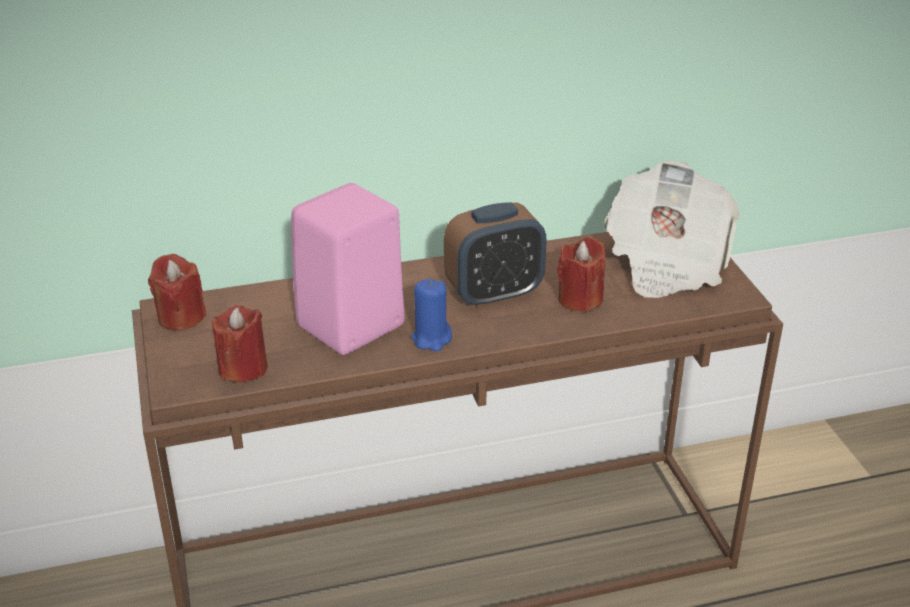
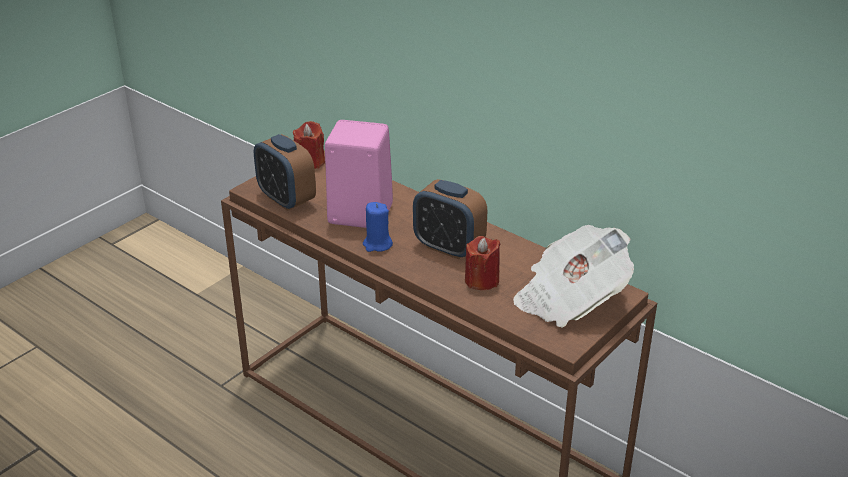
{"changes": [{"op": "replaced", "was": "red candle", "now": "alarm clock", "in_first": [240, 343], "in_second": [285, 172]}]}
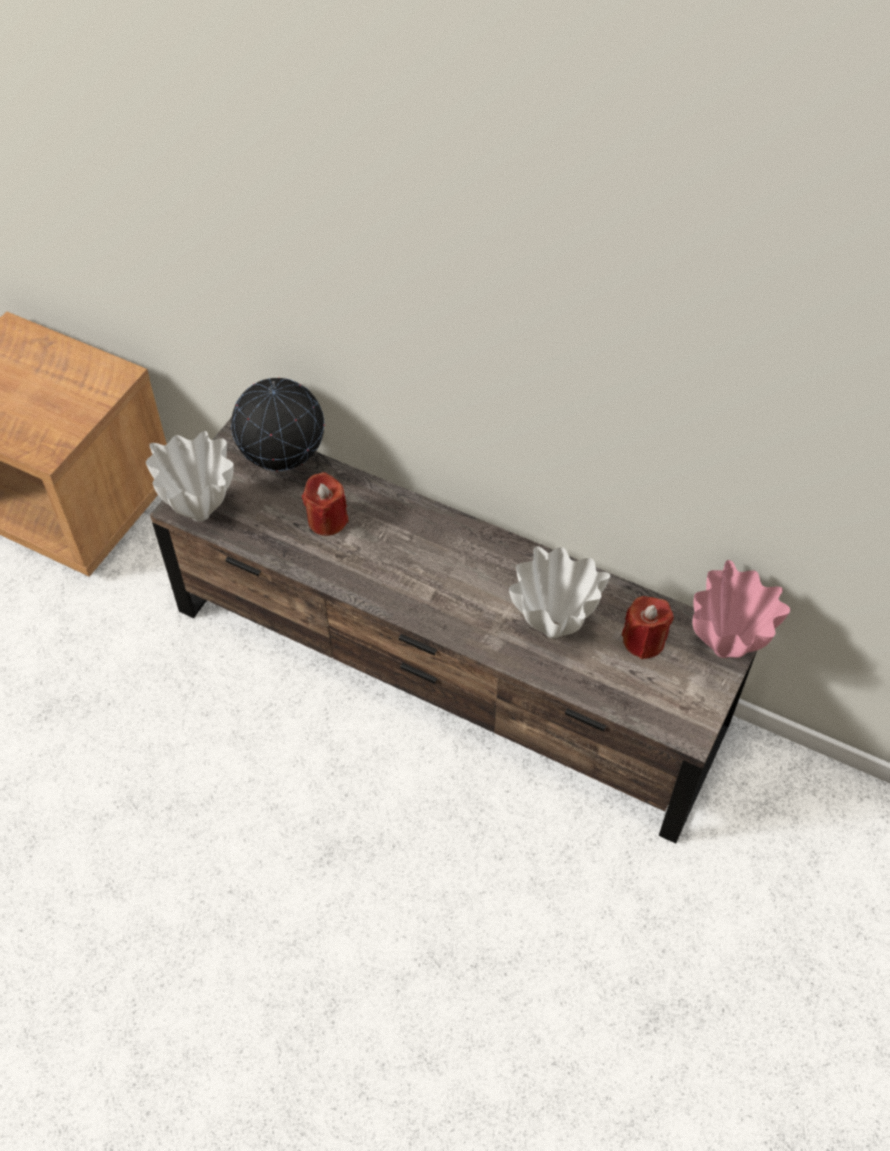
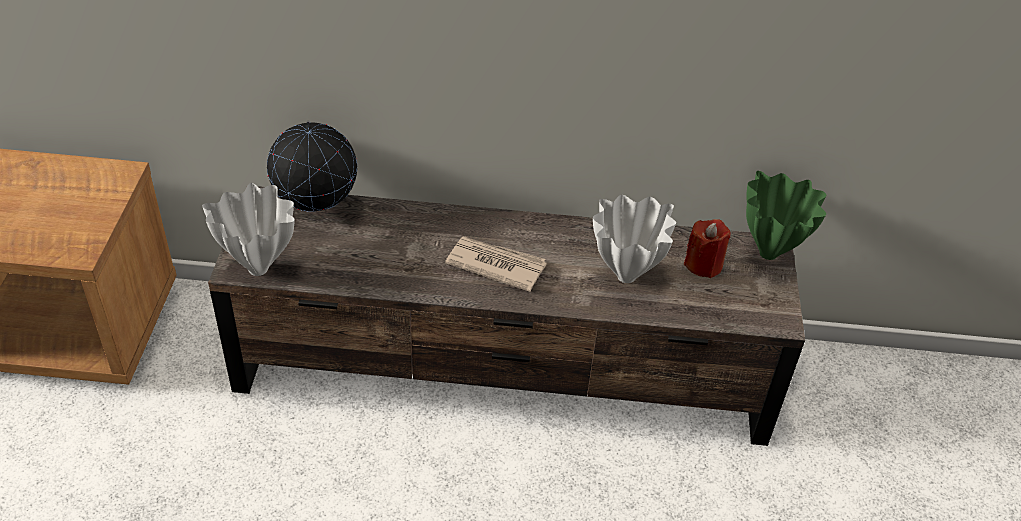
{"changes": [{"op": "removed", "was": "red candle", "in_first": [325, 504]}, {"op": "recoloured", "was": "pink vase", "now": "green vase", "in_first": [741, 609], "in_second": [786, 215]}, {"op": "added", "now": "newspaper", "in_second": [496, 264]}]}
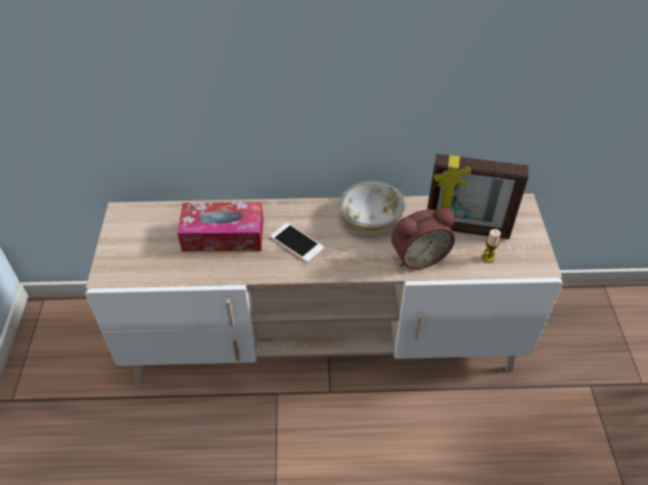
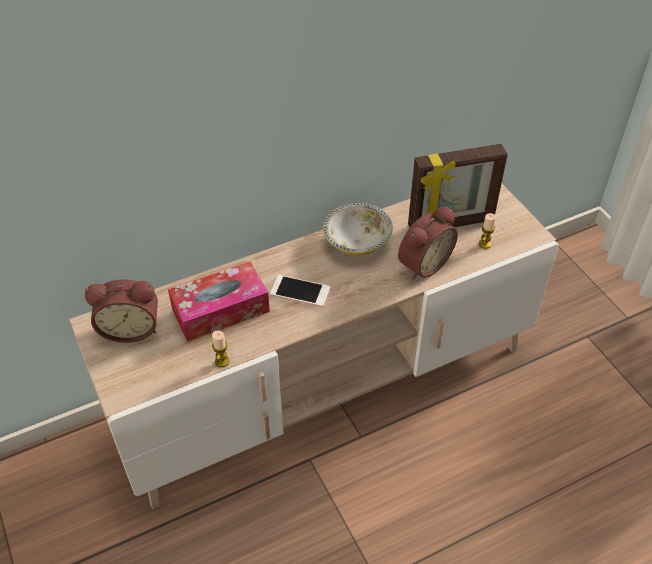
{"changes": [{"op": "added", "now": "alarm clock", "in_second": [121, 311]}, {"op": "added", "now": "candle", "in_second": [221, 348]}]}
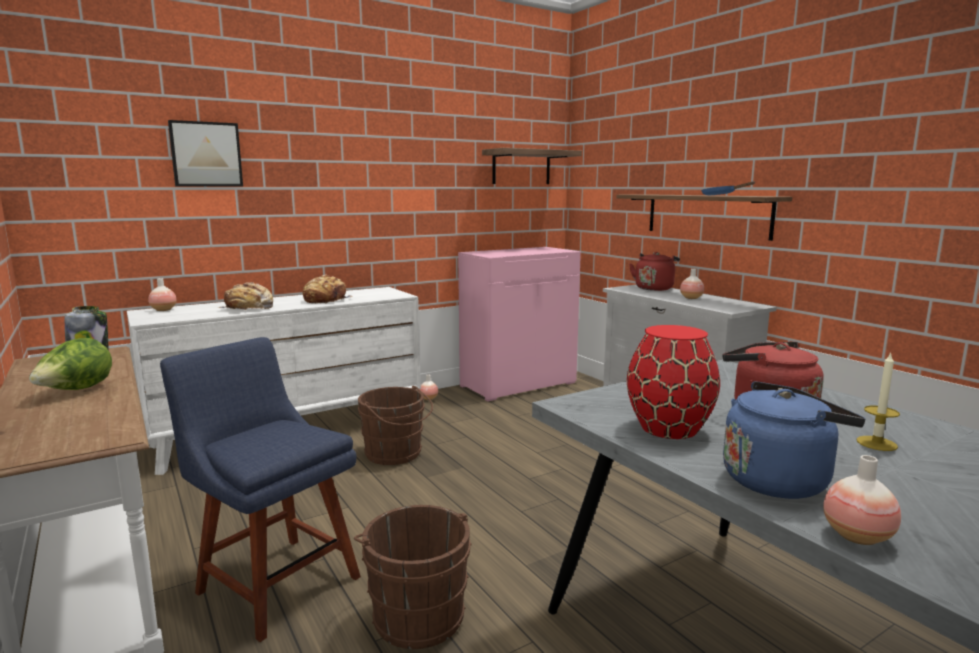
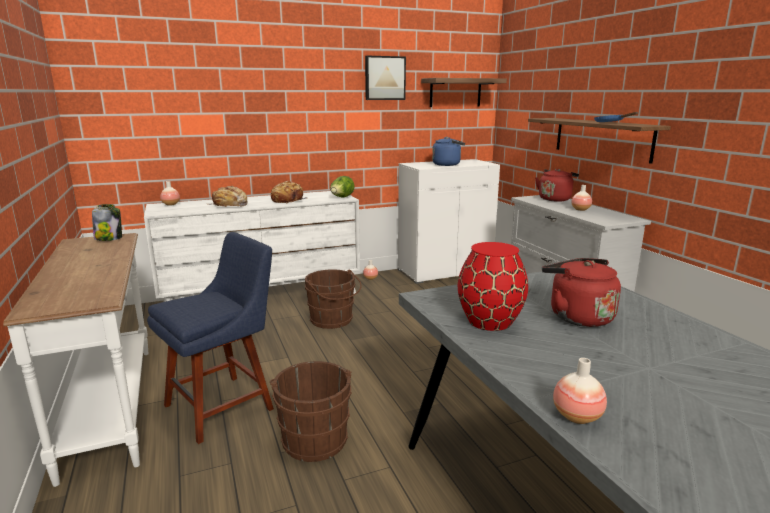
{"changes": [{"op": "moved", "was": "lettuce", "in_first": [70, 364], "in_second": [342, 187]}, {"op": "turned", "was": "blue chair", "in_first": [260, 489], "in_second": [210, 338], "clockwise": 90}, {"op": "moved", "was": "picture", "in_first": [205, 153], "in_second": [385, 78]}, {"op": "recoloured", "was": "pink cabinet", "now": "white cabinet", "in_first": [519, 324], "in_second": [449, 221]}, {"op": "moved", "was": "blue kettle", "in_first": [794, 440], "in_second": [448, 151]}, {"op": "removed", "was": "candle", "in_first": [878, 401]}]}
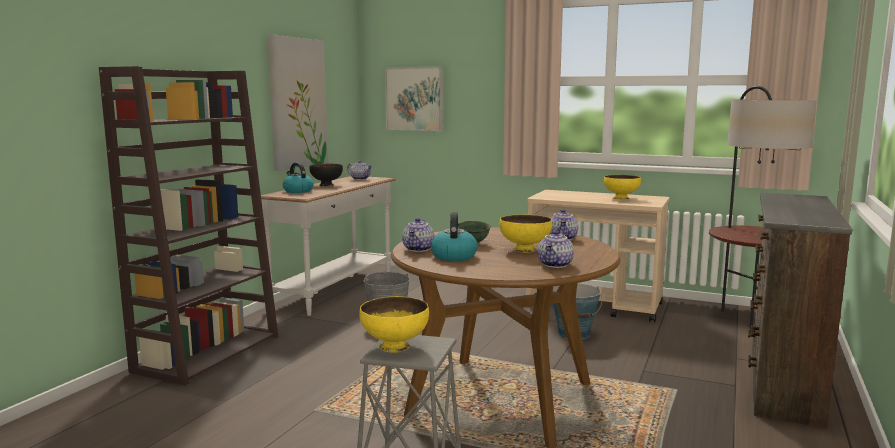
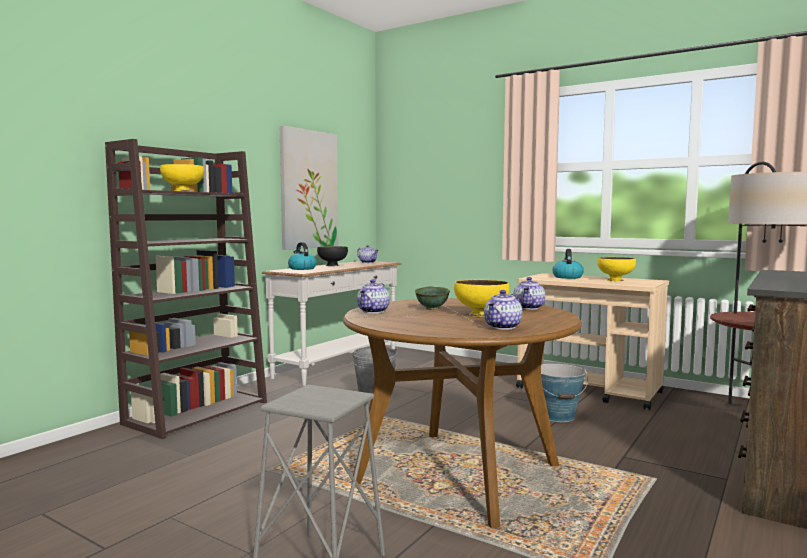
{"changes": [{"op": "moved", "was": "yellow bowl", "in_first": [394, 324], "in_second": [182, 178]}, {"op": "removed", "was": "picture", "in_first": [414, 99]}, {"op": "moved", "was": "kettle", "in_first": [454, 236], "in_second": [568, 264]}]}
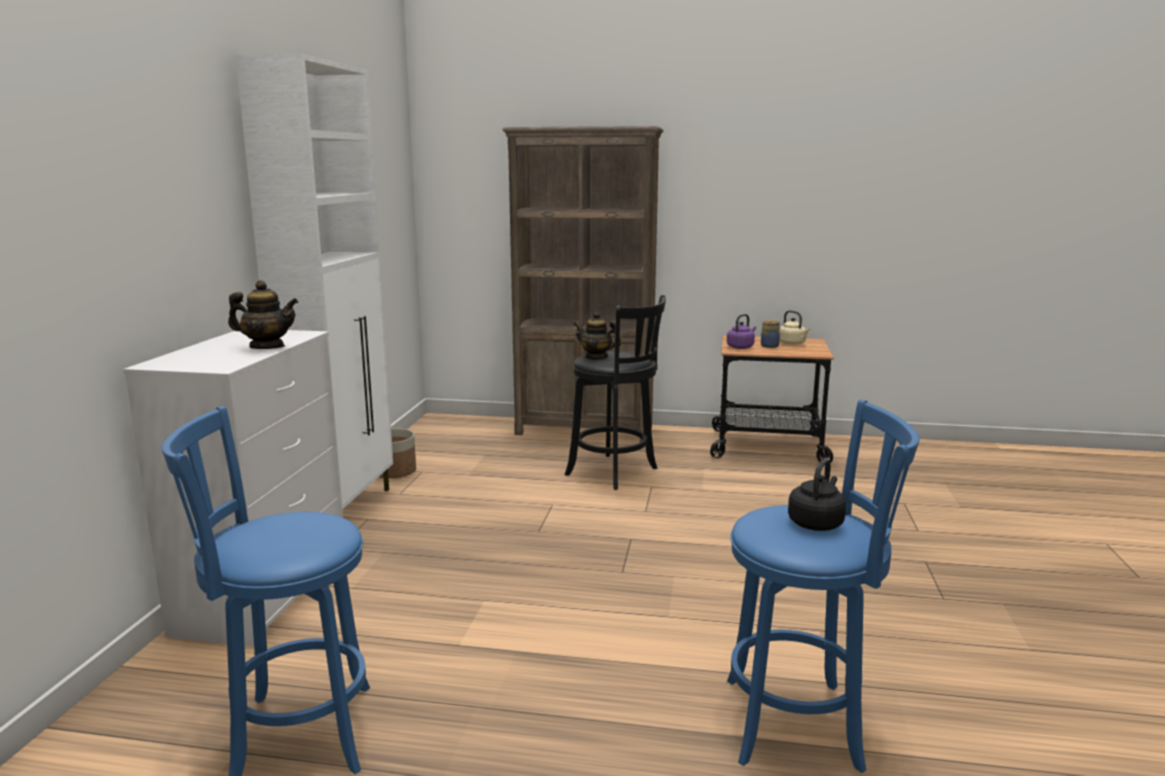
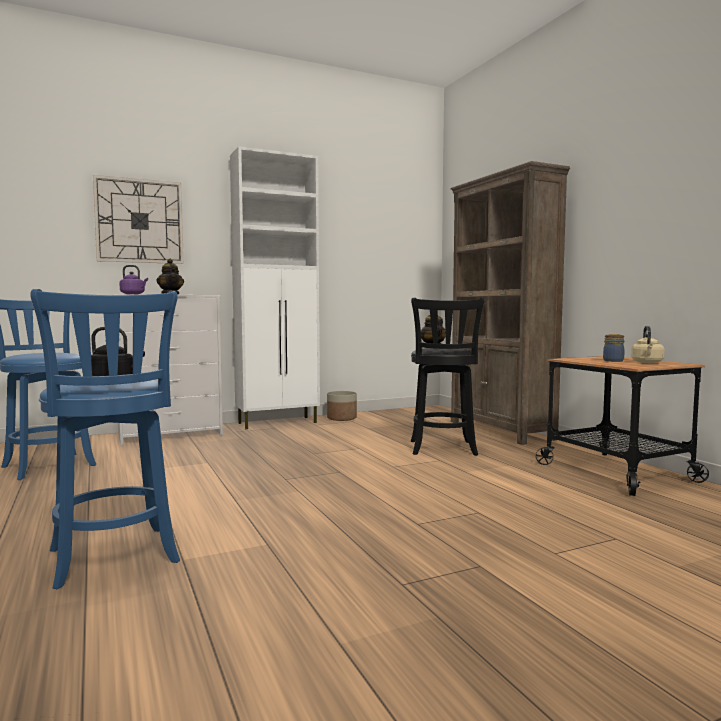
{"changes": [{"op": "moved", "was": "purple kettle", "in_first": [741, 331], "in_second": [134, 279]}, {"op": "added", "now": "wall clock", "in_second": [138, 219]}]}
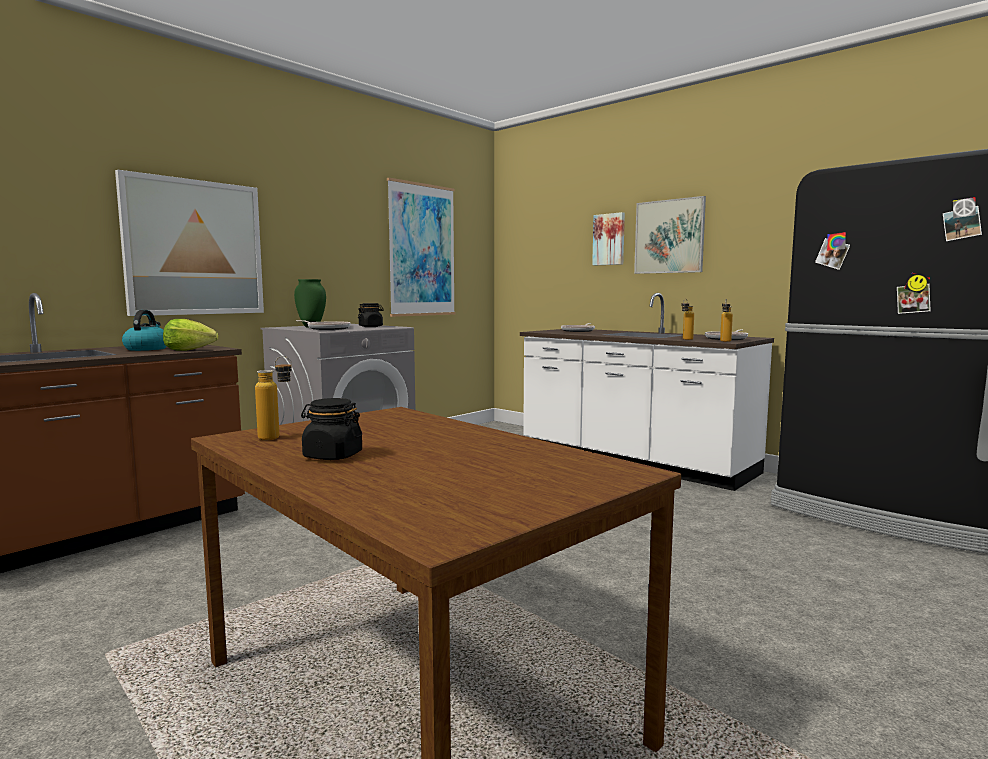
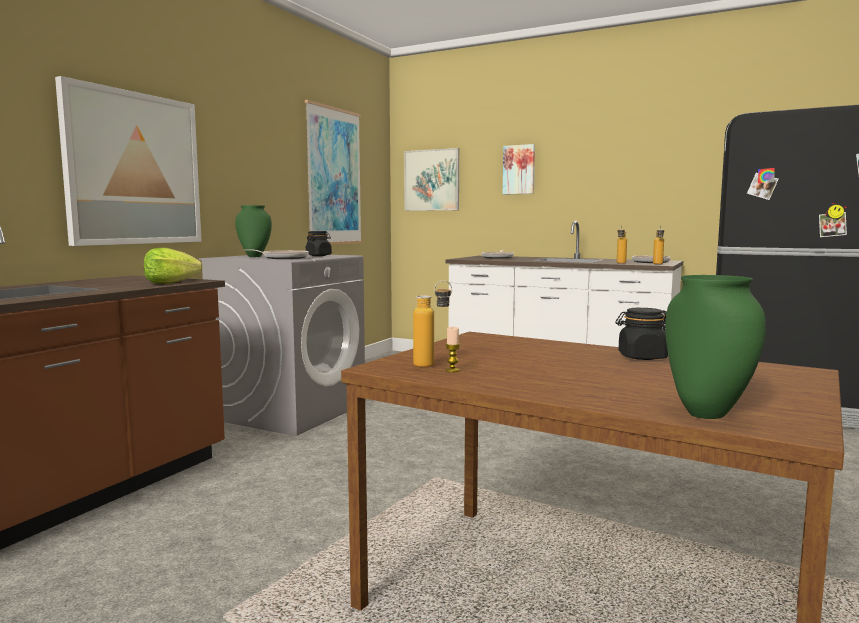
{"changes": [{"op": "removed", "was": "kettle", "in_first": [144, 330]}, {"op": "moved", "was": "black jar", "in_first": [331, 429], "in_second": [641, 334]}, {"op": "moved", "was": "picture", "in_first": [670, 235], "in_second": [431, 179]}, {"op": "added", "now": "candle", "in_second": [452, 349]}, {"op": "added", "now": "green vase", "in_second": [715, 347]}]}
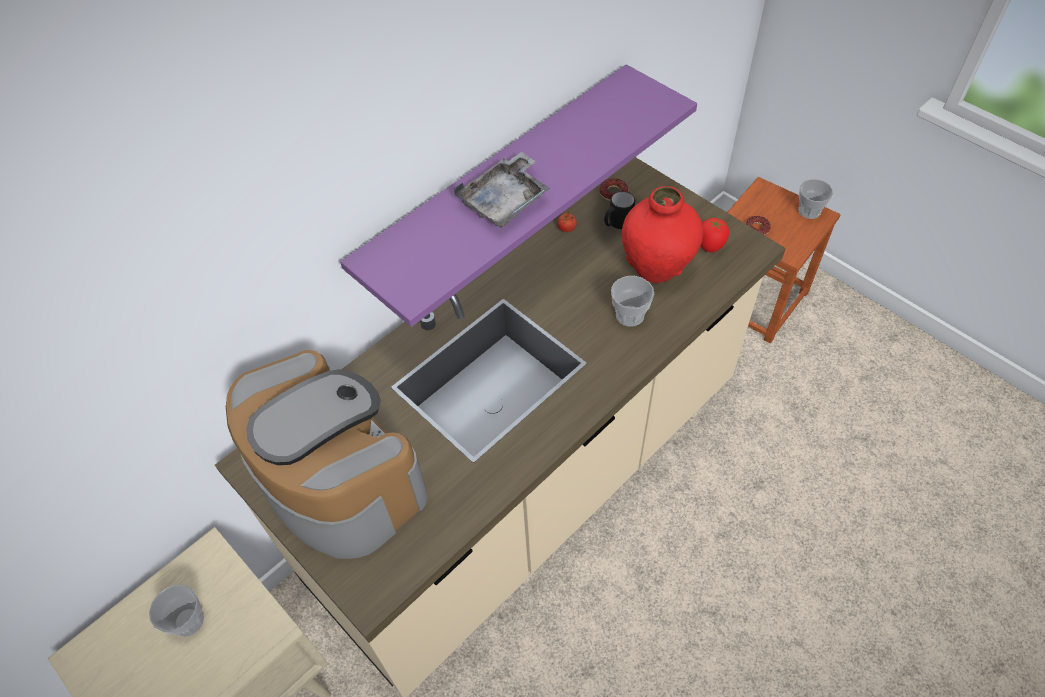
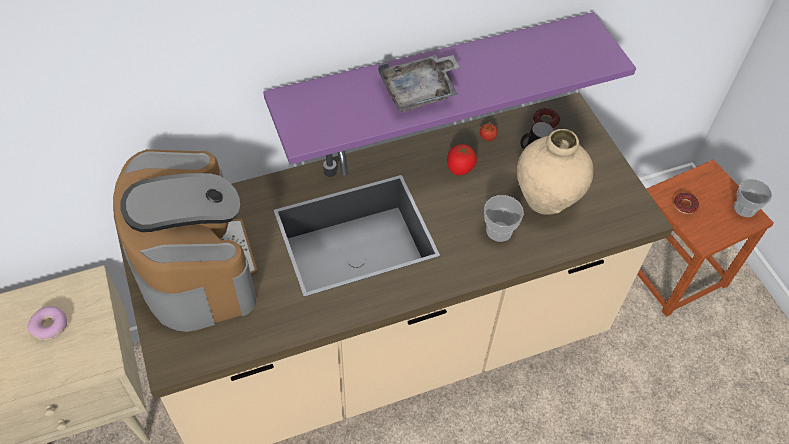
{"changes": [{"op": "replaced", "was": "cup", "now": "donut", "in_first": [176, 611], "in_second": [47, 323]}, {"op": "recoloured", "was": "red vase", "now": "beige vase", "in_first": [662, 234], "in_second": [555, 172]}, {"op": "moved", "was": "tomato", "in_first": [715, 235], "in_second": [462, 159]}]}
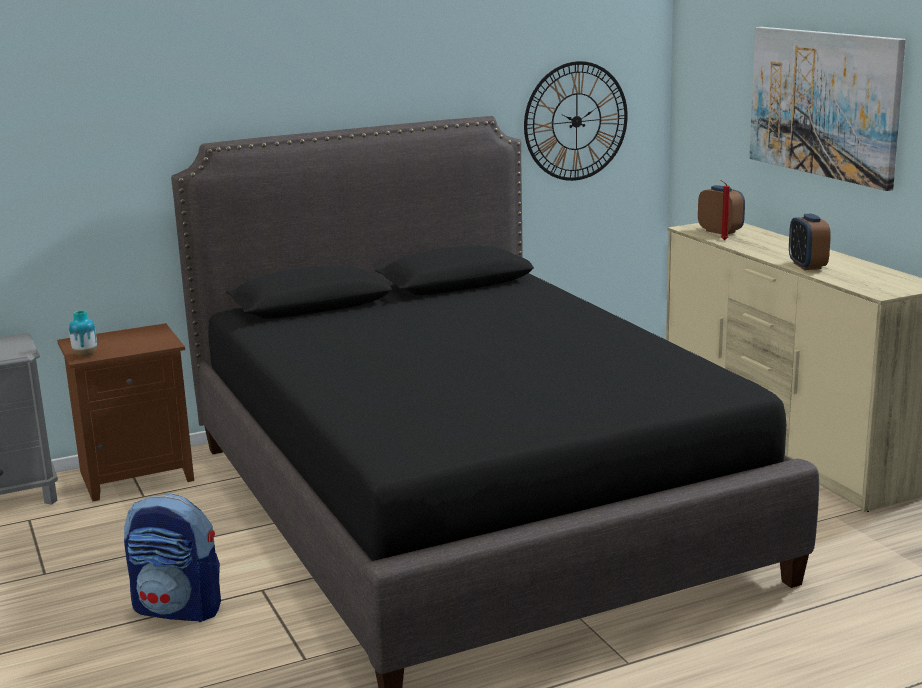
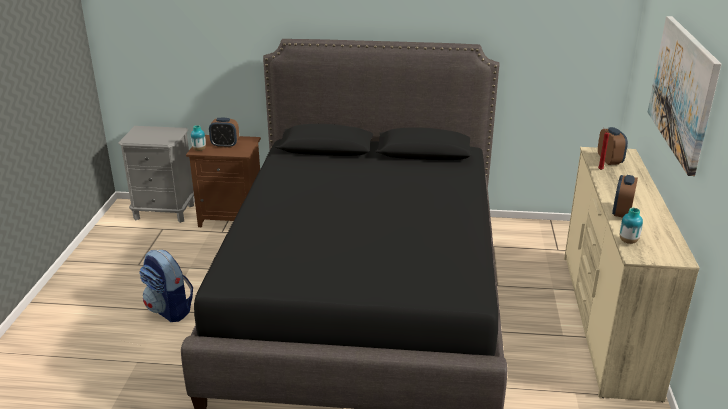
{"changes": [{"op": "removed", "was": "wall clock", "in_first": [576, 121]}, {"op": "added", "now": "alarm clock", "in_second": [224, 133]}, {"op": "added", "now": "vase", "in_second": [631, 226]}]}
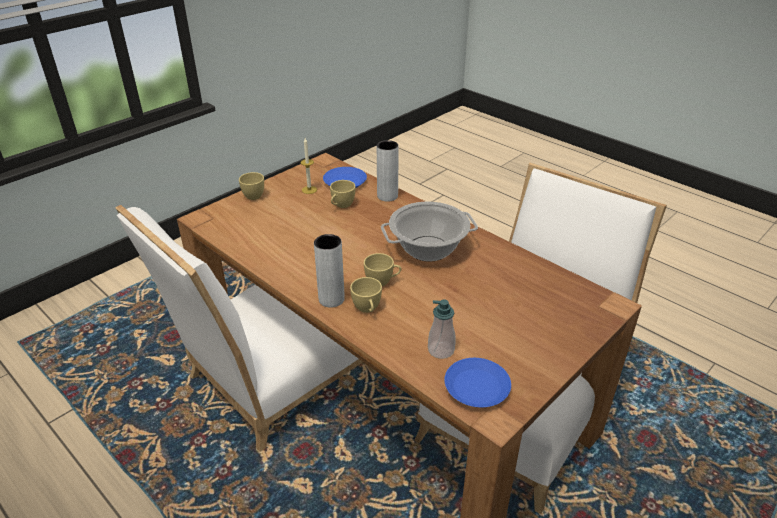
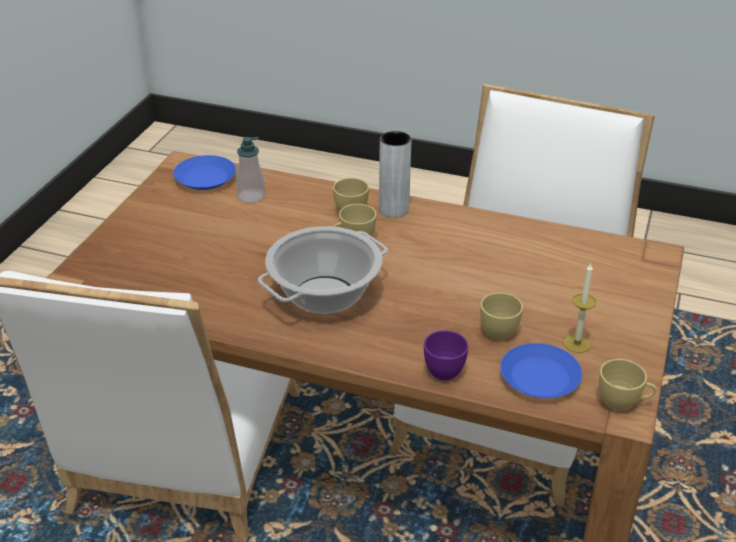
{"changes": [{"op": "moved", "was": "yellow cup", "in_first": [251, 186], "in_second": [628, 385]}, {"op": "replaced", "was": "grey vase", "now": "purple cup", "in_first": [388, 171], "in_second": [446, 355]}]}
